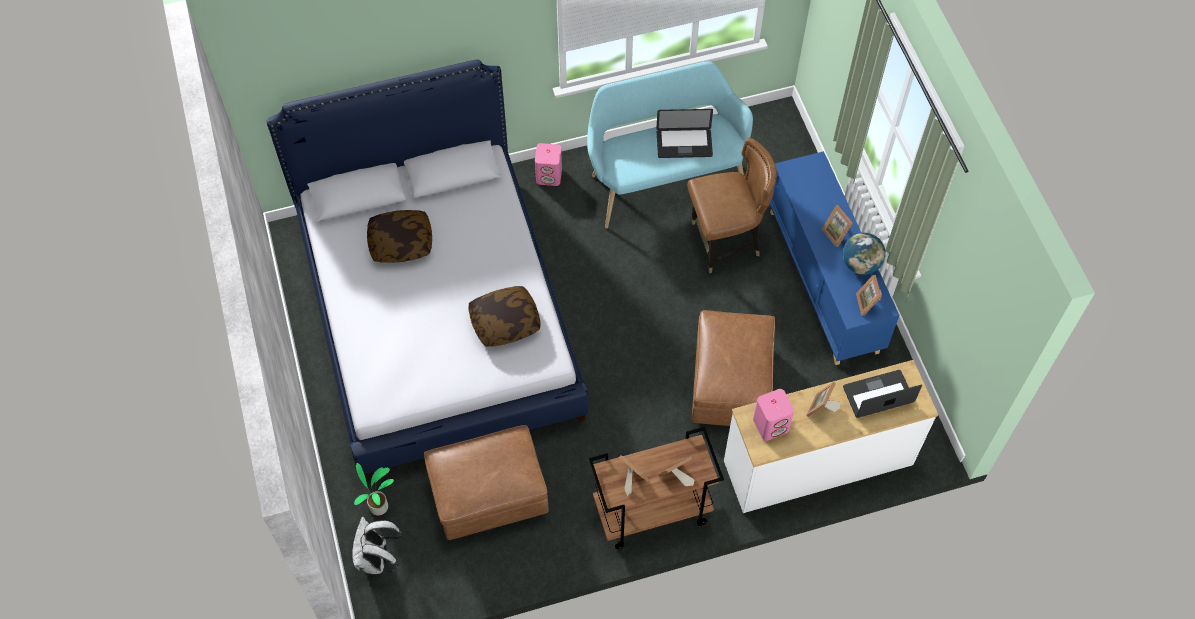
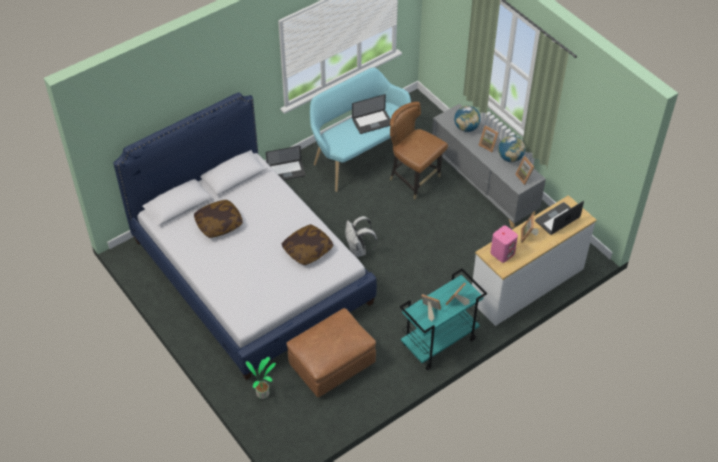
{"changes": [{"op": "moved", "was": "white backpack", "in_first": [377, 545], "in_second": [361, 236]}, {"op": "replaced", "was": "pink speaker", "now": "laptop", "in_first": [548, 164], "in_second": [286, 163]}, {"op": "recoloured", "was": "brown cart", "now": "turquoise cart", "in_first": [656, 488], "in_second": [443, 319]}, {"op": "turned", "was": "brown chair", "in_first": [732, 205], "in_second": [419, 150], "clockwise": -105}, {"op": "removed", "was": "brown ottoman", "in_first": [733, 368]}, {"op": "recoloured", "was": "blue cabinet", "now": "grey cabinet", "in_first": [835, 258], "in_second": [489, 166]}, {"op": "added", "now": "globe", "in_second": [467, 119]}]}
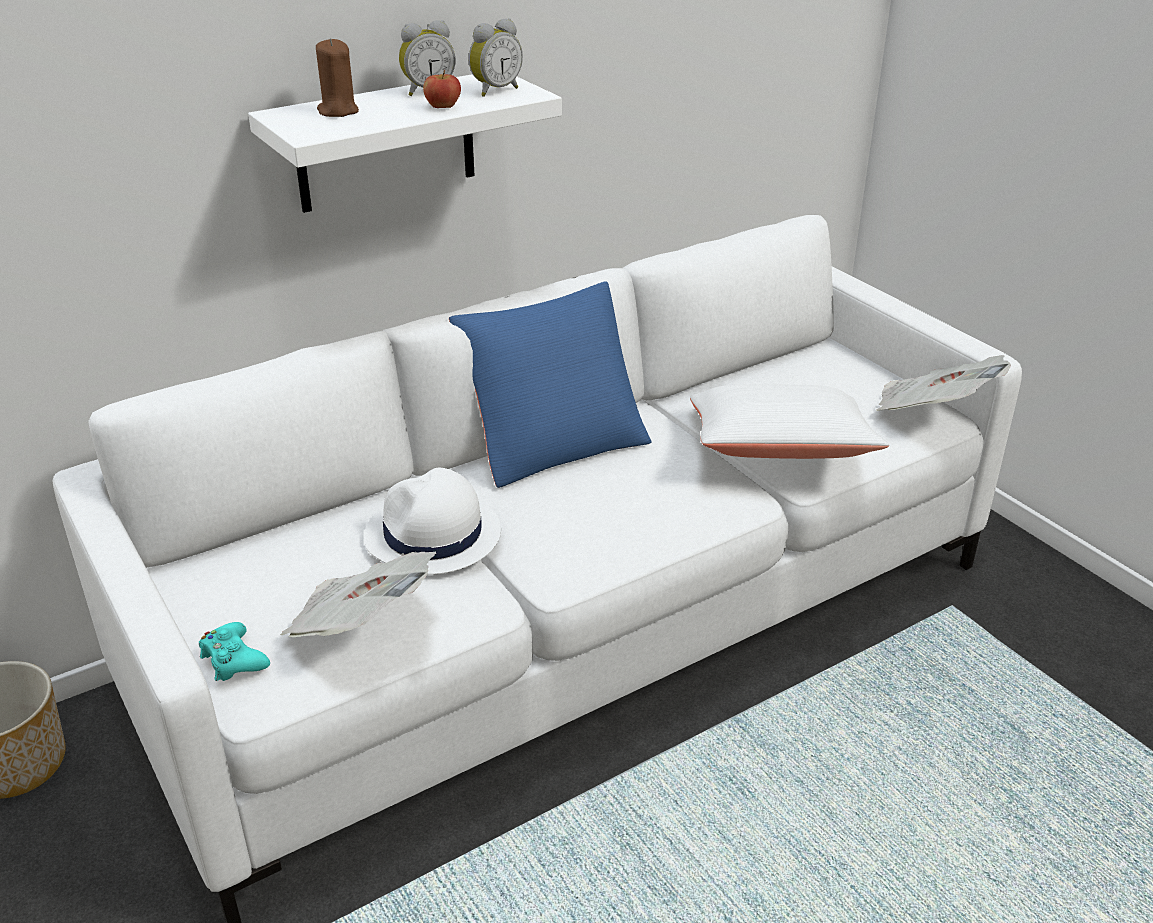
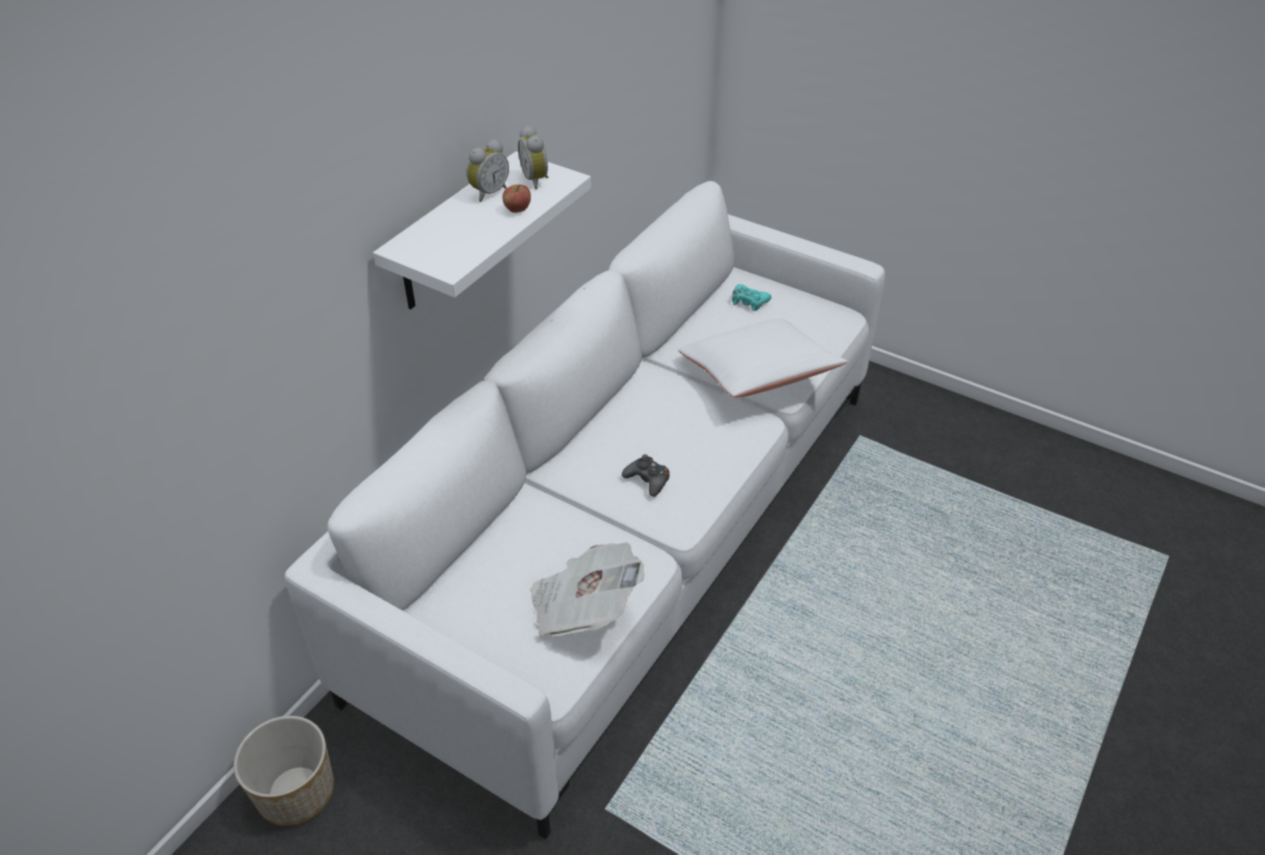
{"changes": [{"op": "moved", "was": "turquoise game controller", "in_first": [234, 651], "in_second": [751, 297]}, {"op": "removed", "was": "brown candle", "in_first": [337, 77]}, {"op": "removed", "was": "white hat", "in_first": [432, 521]}, {"op": "removed", "was": "blue pillow", "in_first": [550, 384]}, {"op": "turned", "was": "alarm clock", "in_first": [496, 57], "in_second": [533, 157], "clockwise": 135}, {"op": "removed", "was": "newspaper", "in_first": [943, 383]}, {"op": "added", "now": "black game controller", "in_second": [645, 475]}]}
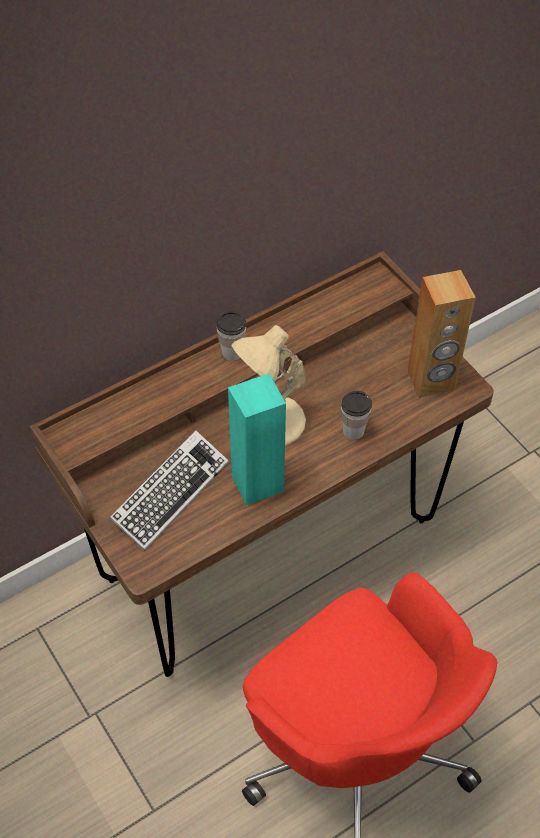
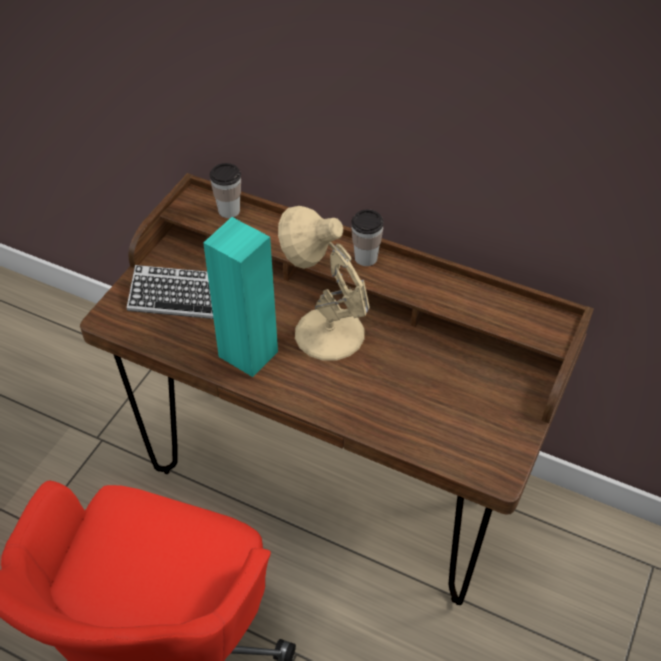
{"changes": [{"op": "moved", "was": "cup", "in_first": [356, 415], "in_second": [225, 190]}, {"op": "removed", "was": "brown speaker", "in_first": [442, 334]}]}
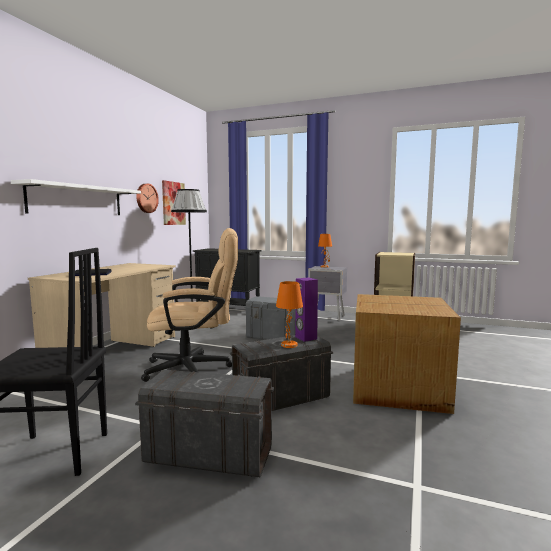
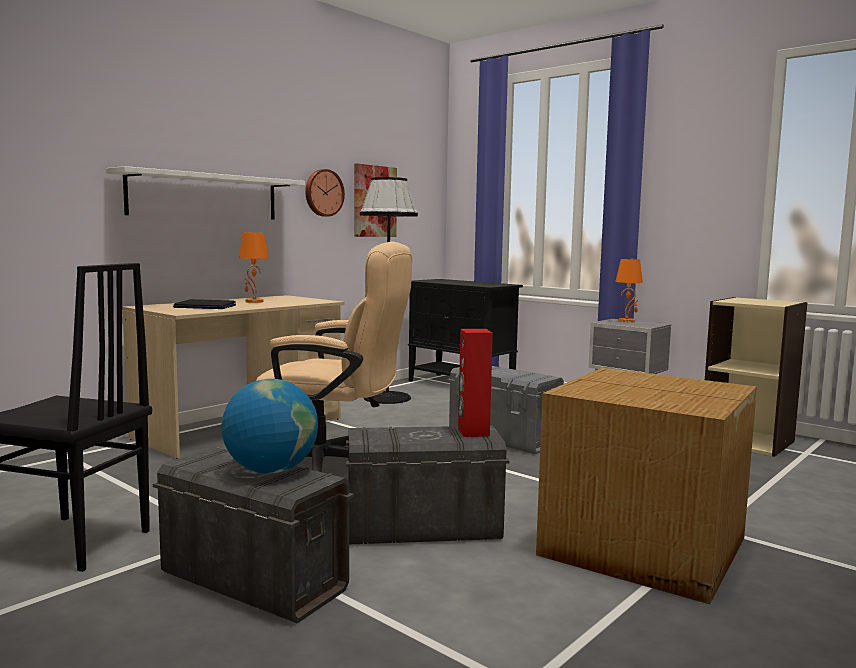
{"changes": [{"op": "moved", "was": "orange table lamp", "in_first": [289, 314], "in_second": [254, 267]}, {"op": "recoloured", "was": "purple speaker", "now": "red speaker", "in_first": [306, 309], "in_second": [475, 383]}, {"op": "added", "now": "globe", "in_second": [269, 426]}]}
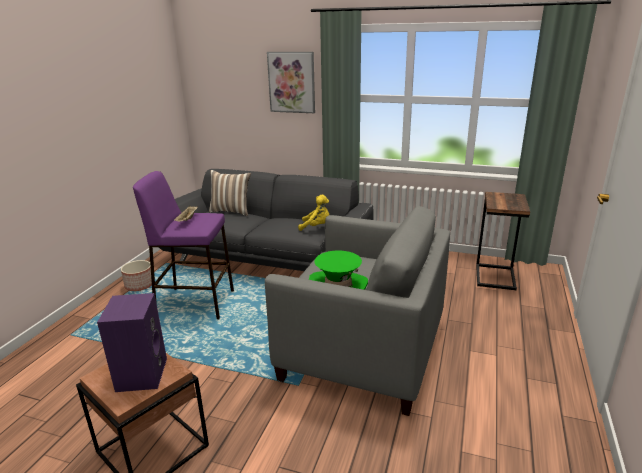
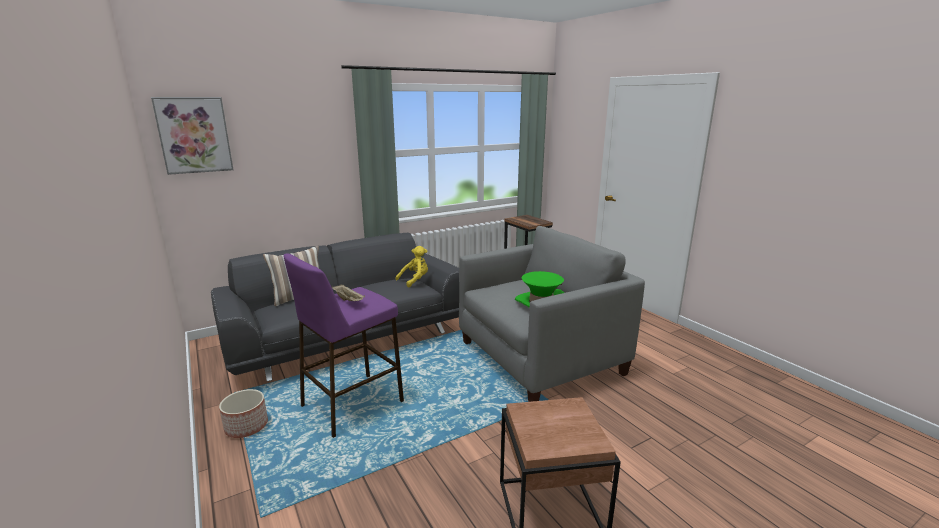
{"changes": [{"op": "removed", "was": "purple speaker", "in_first": [132, 342]}, {"op": "moved", "was": "picture", "in_first": [291, 82], "in_second": [192, 136]}]}
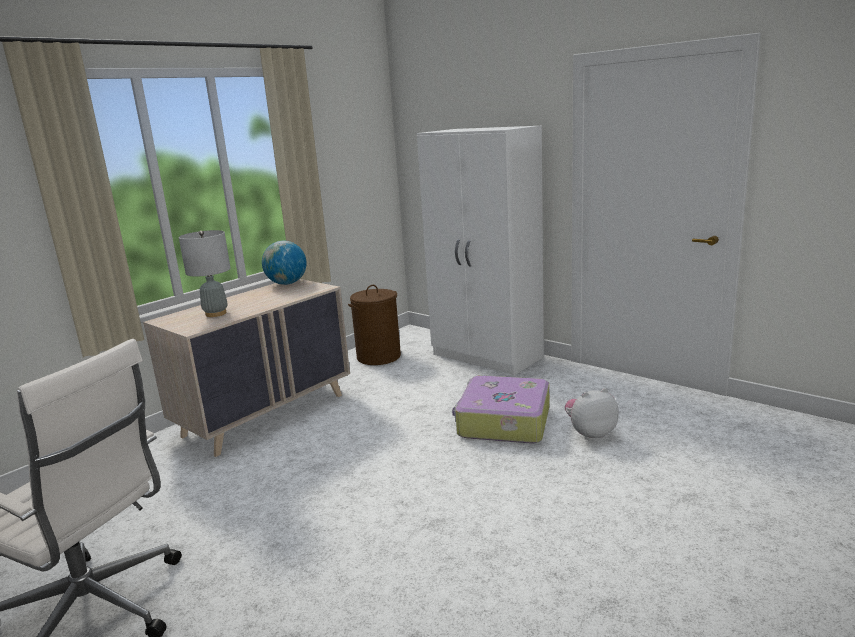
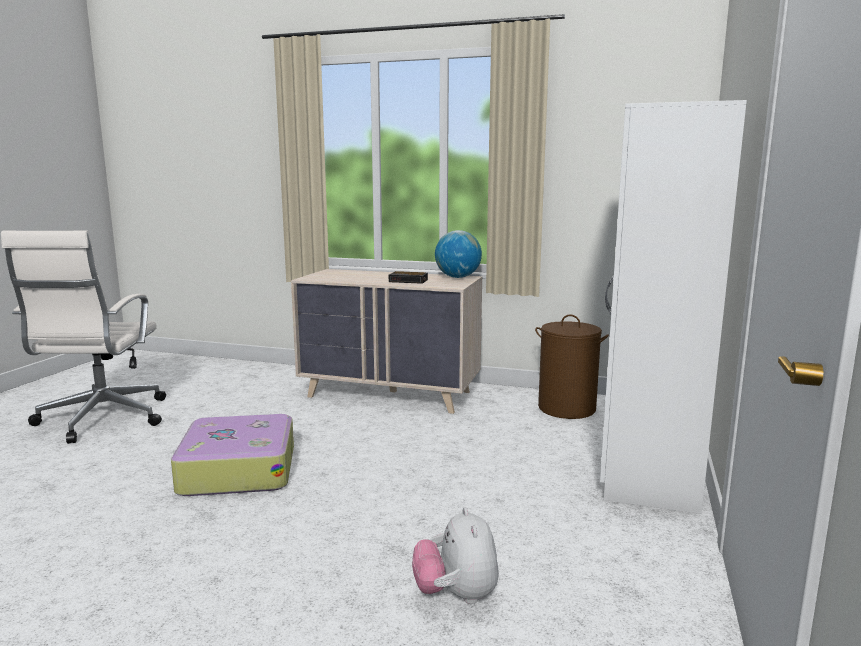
{"changes": [{"op": "removed", "was": "grey table lamp", "in_first": [204, 273]}, {"op": "moved", "was": "suitcase", "in_first": [501, 409], "in_second": [232, 455]}, {"op": "turned", "was": "plush toy", "in_first": [592, 414], "in_second": [455, 555], "clockwise": -150}, {"op": "added", "now": "alarm clock", "in_second": [408, 277]}]}
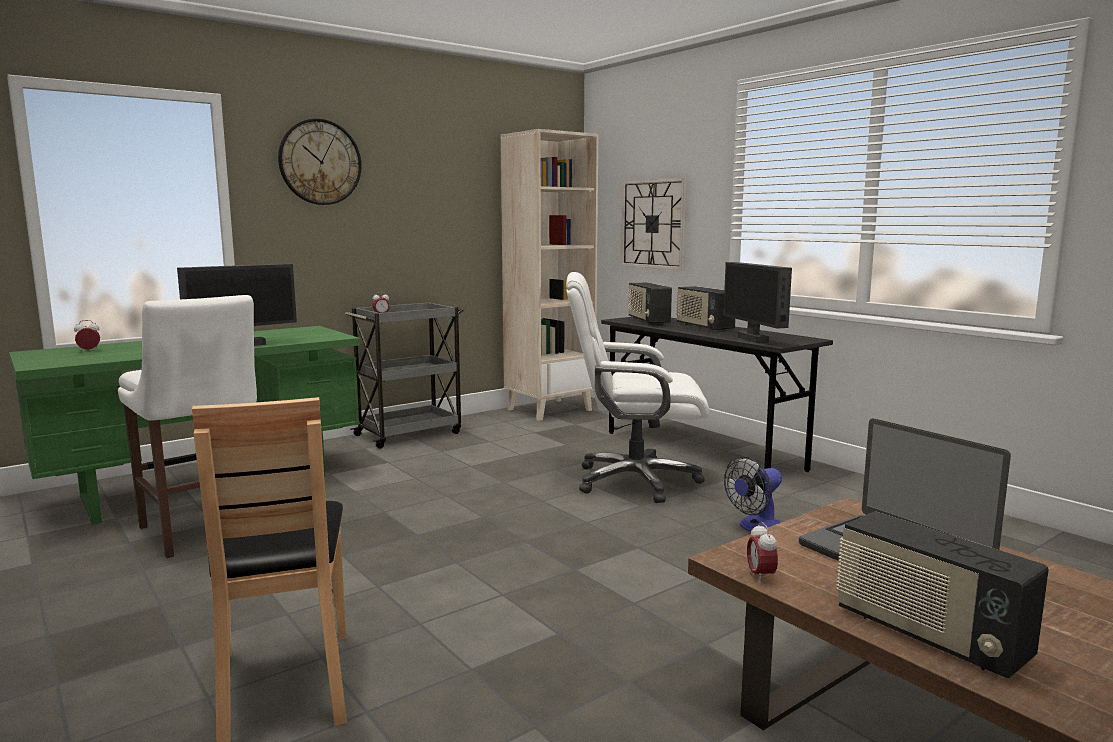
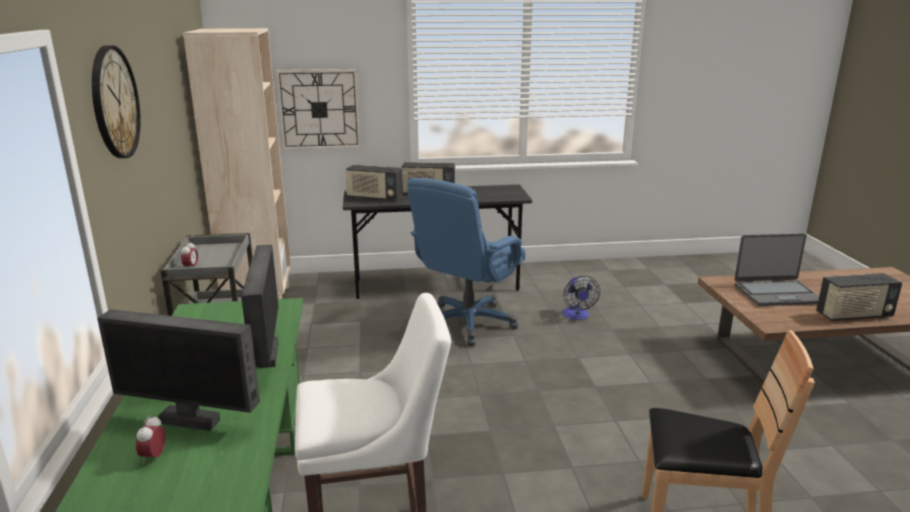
{"changes": [{"op": "recoloured", "was": "white office chair", "now": "blue office chair", "in_first": [637, 387], "in_second": [466, 262]}, {"op": "moved", "was": "monitor", "in_first": [757, 302], "in_second": [178, 370]}, {"op": "removed", "was": "alarm clock", "in_first": [762, 552]}]}
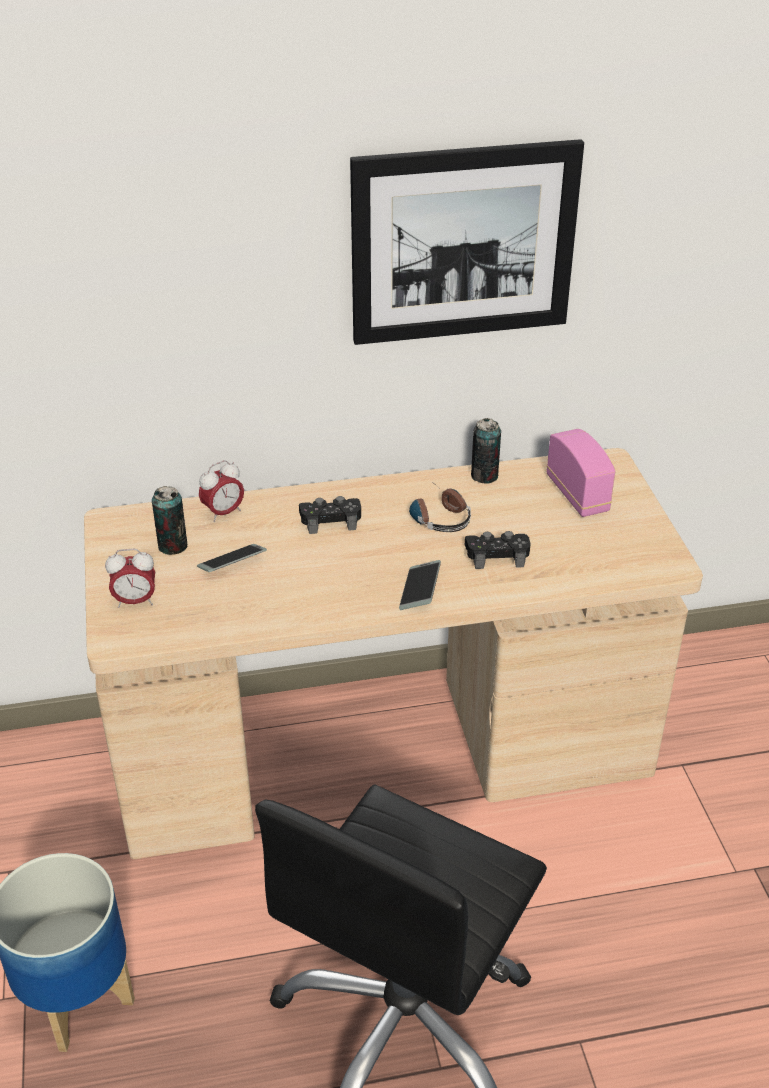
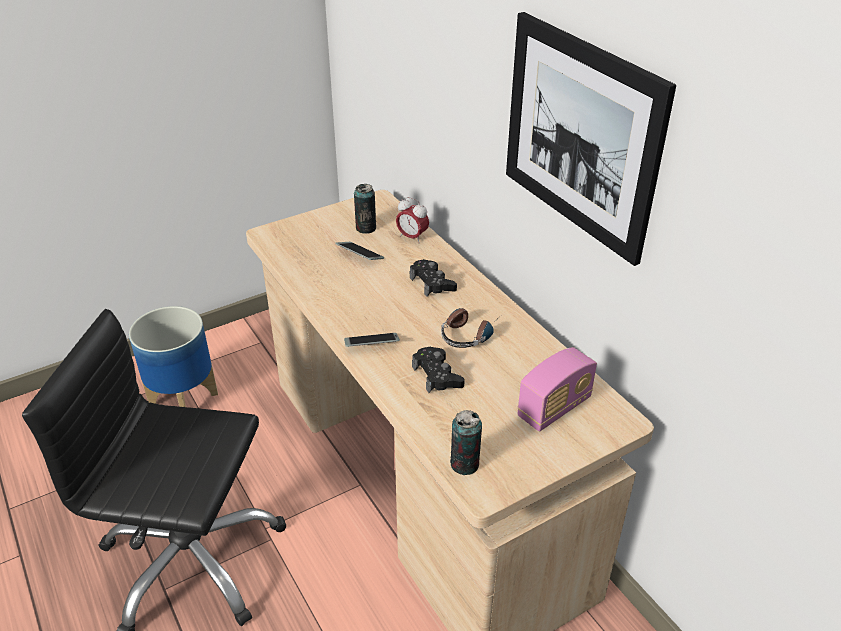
{"changes": [{"op": "removed", "was": "alarm clock", "in_first": [130, 578]}, {"op": "moved", "was": "can", "in_first": [486, 451], "in_second": [466, 442]}]}
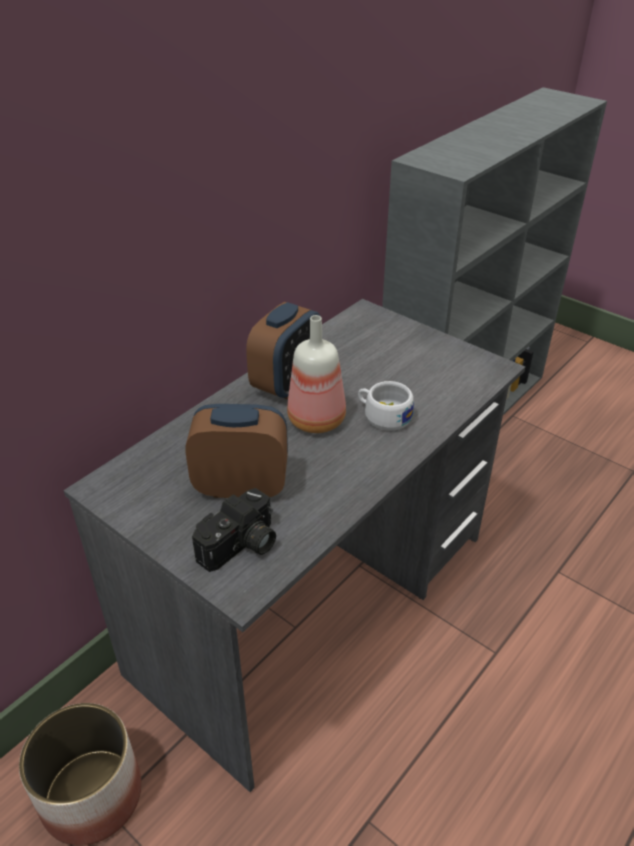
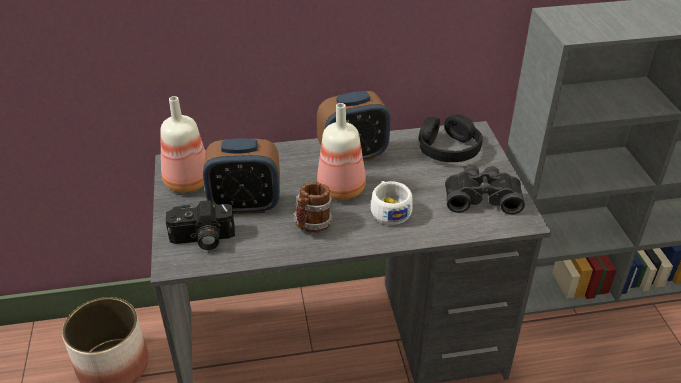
{"changes": [{"op": "turned", "was": "alarm clock", "in_first": [236, 451], "in_second": [241, 176], "clockwise": 135}, {"op": "added", "now": "bottle", "in_second": [183, 144]}, {"op": "added", "now": "mug", "in_second": [313, 207]}, {"op": "added", "now": "black headphones", "in_second": [451, 138]}, {"op": "added", "now": "black binoculars", "in_second": [485, 190]}]}
